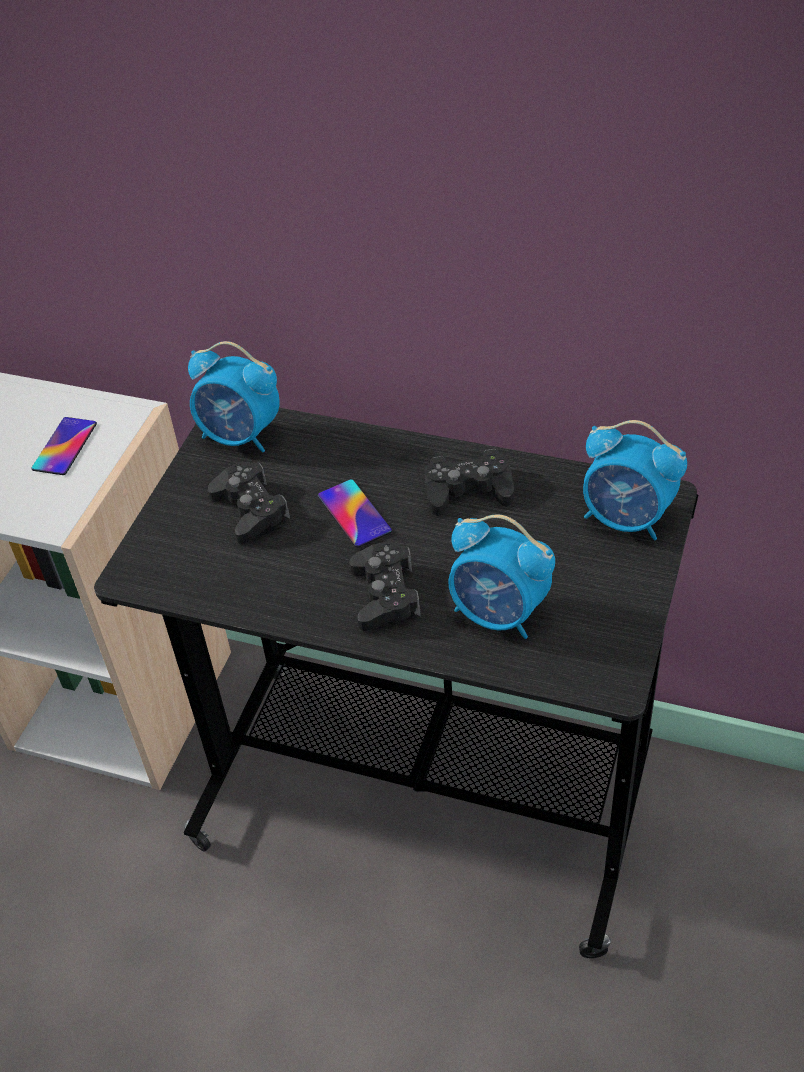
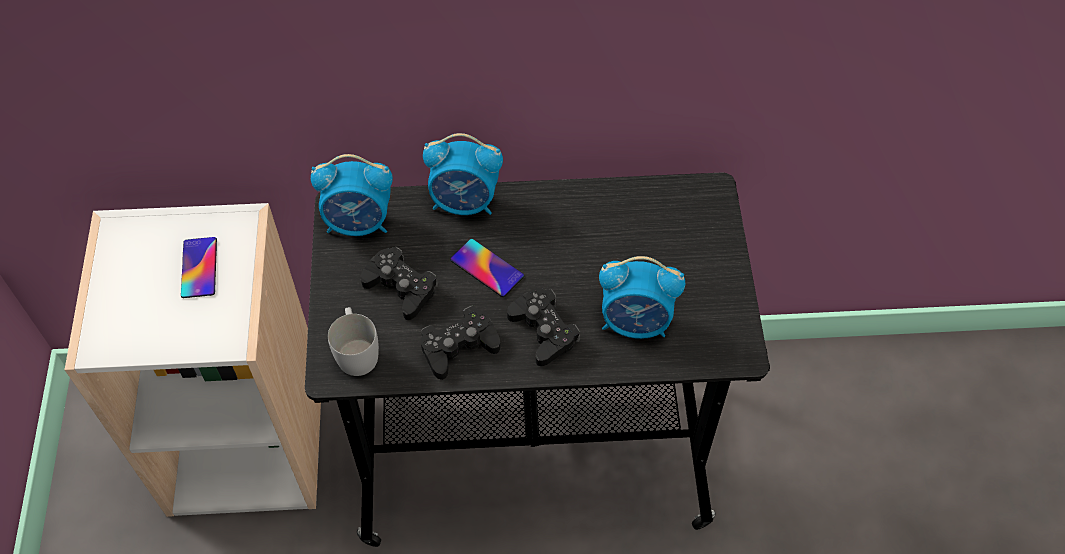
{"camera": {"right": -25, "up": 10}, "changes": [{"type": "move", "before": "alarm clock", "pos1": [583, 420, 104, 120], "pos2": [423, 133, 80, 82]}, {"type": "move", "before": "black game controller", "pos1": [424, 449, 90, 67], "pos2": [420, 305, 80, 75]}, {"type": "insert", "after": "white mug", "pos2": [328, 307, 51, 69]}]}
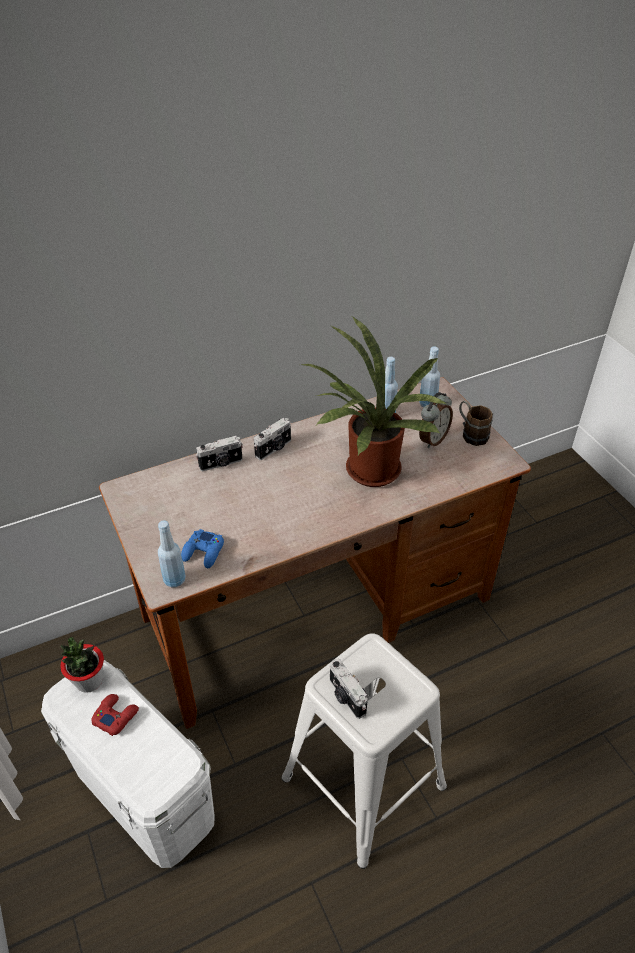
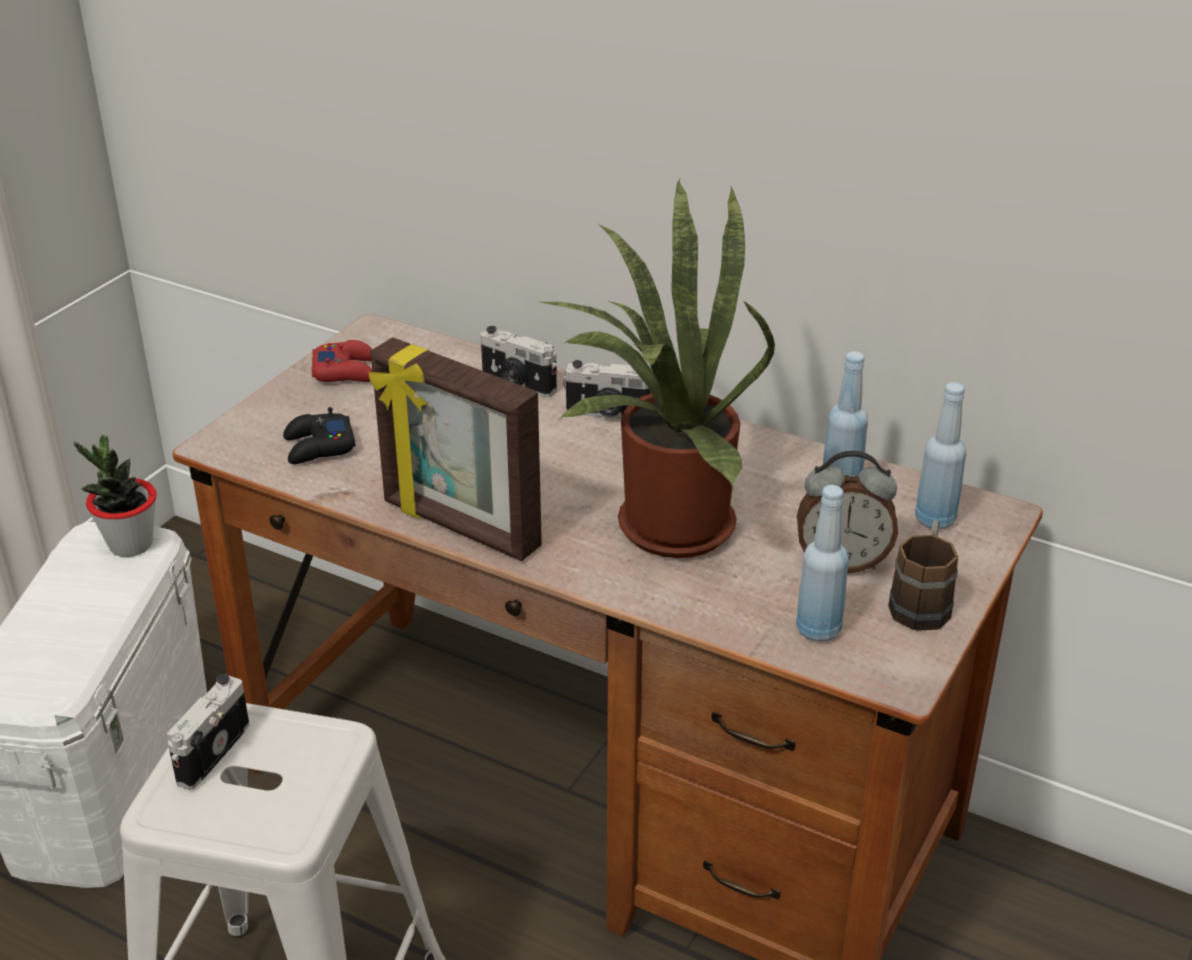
{"camera": {"right": 55, "up": -10}, "changes": [{"type": "move", "before": "blue bottle", "pos1": [158, 520, 28, 68], "pos2": [796, 485, 53, 157]}, {"type": "recolor", "before": "blue game controller", "after": "black game controller", "pos1": [181, 529, 43, 39], "pos2": [283, 407, 73, 57]}, {"type": "move", "before": "red game controller", "pos1": [91, 694, 48, 42], "pos2": [312, 340, 60, 42]}, {"type": "insert", "after": "picture frame", "pos2": [369, 337, 173, 224]}]}
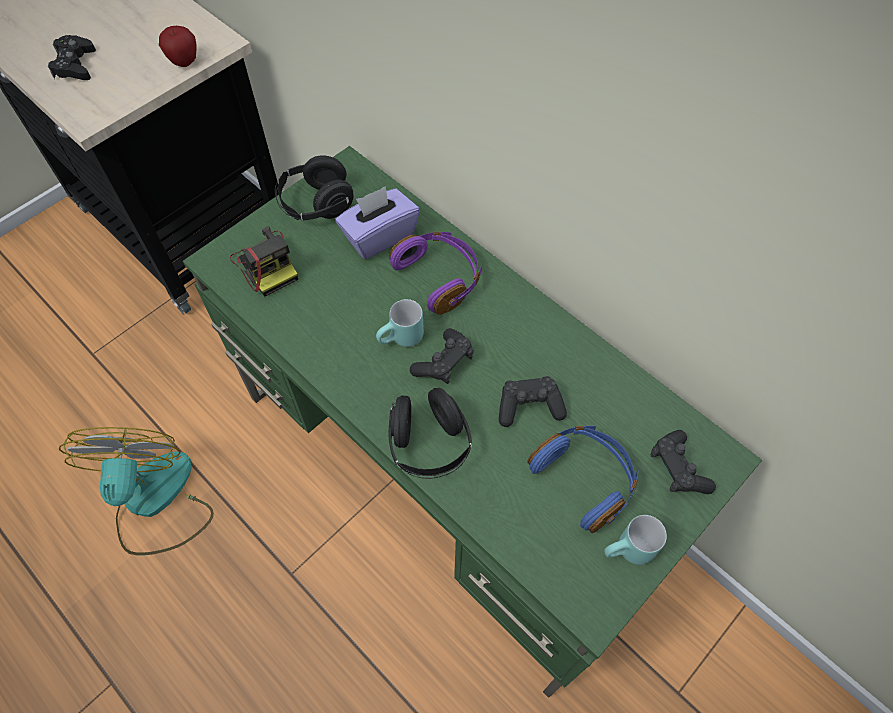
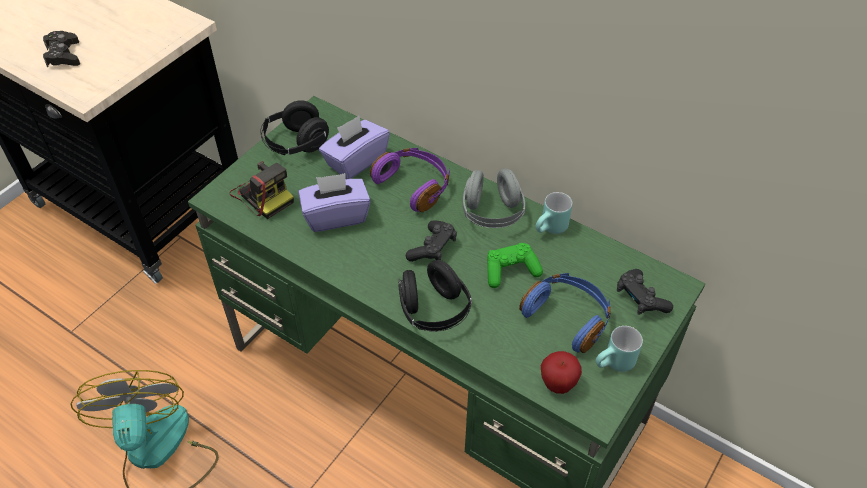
{"camera": {"right": -10, "up": -10}, "changes": [{"type": "move", "before": "apple", "pos1": [159, 26, 38, 41], "pos2": [541, 351, 41, 43]}, {"type": "move", "before": "turquoise mug", "pos1": [376, 299, 48, 48], "pos2": [536, 192, 36, 42]}, {"type": "recolor", "before": "black game controller", "after": "green game controller", "pos1": [499, 376, 68, 51], "pos2": [487, 243, 56, 45]}, {"type": "insert", "after": "grey headphones", "pos2": [463, 169, 62, 59]}, {"type": "insert", "after": "purple tissue box", "pos2": [298, 173, 73, 59]}]}
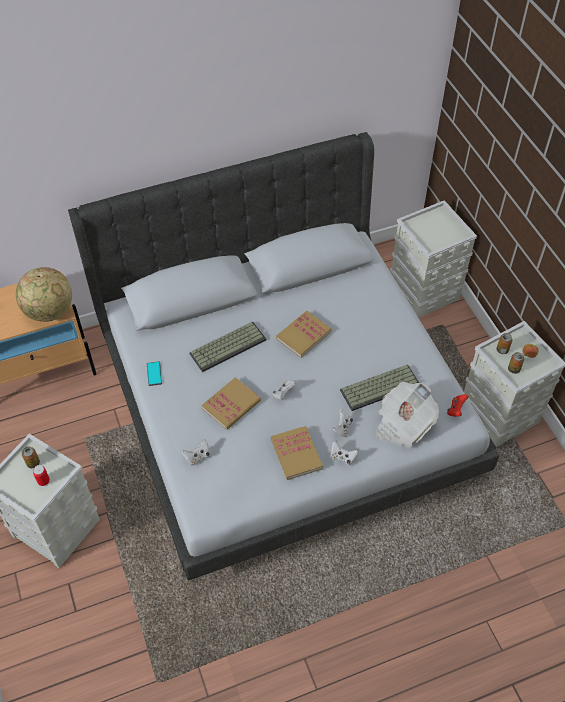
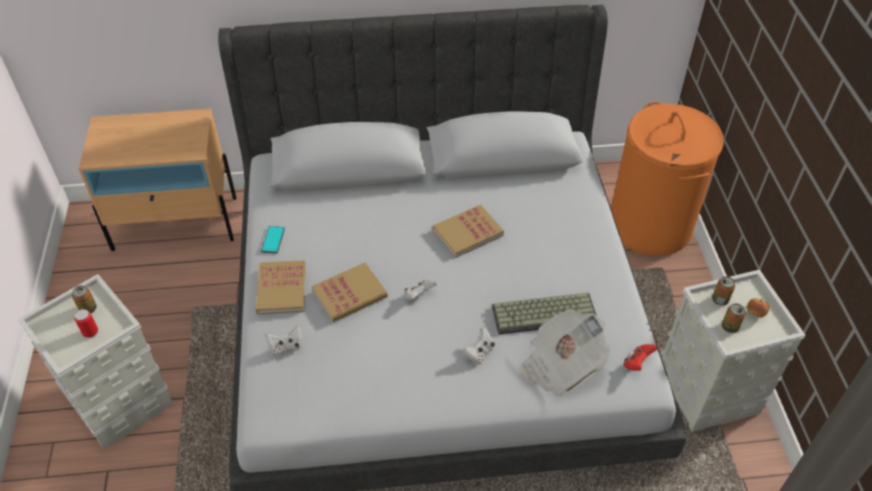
{"camera": {"right": 15, "up": -5}, "changes": [{"type": "replace", "before": "grey storage box", "after": "orange laundry basket", "pos1": [390, 200, 87, 118], "pos2": [611, 101, 113, 155]}, {"type": "delete", "before": "globe", "pos1": [16, 267, 56, 55]}, {"type": "delete", "before": "keyboard", "pos1": [189, 322, 77, 50]}, {"type": "move", "before": "book", "pos1": [271, 426, 52, 54], "pos2": [256, 260, 50, 55]}, {"type": "delete", "before": "white game controller", "pos1": [331, 440, 28, 25]}]}
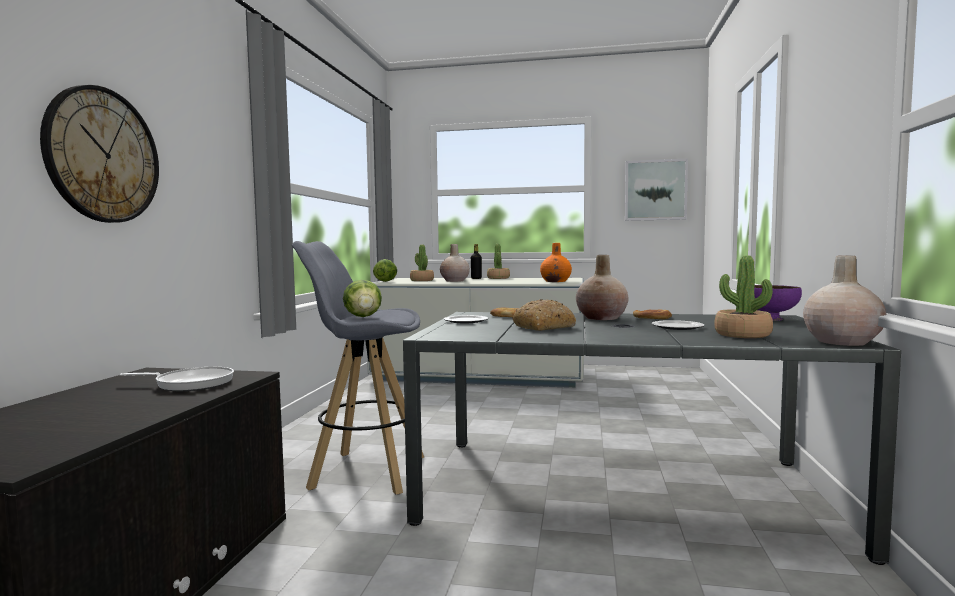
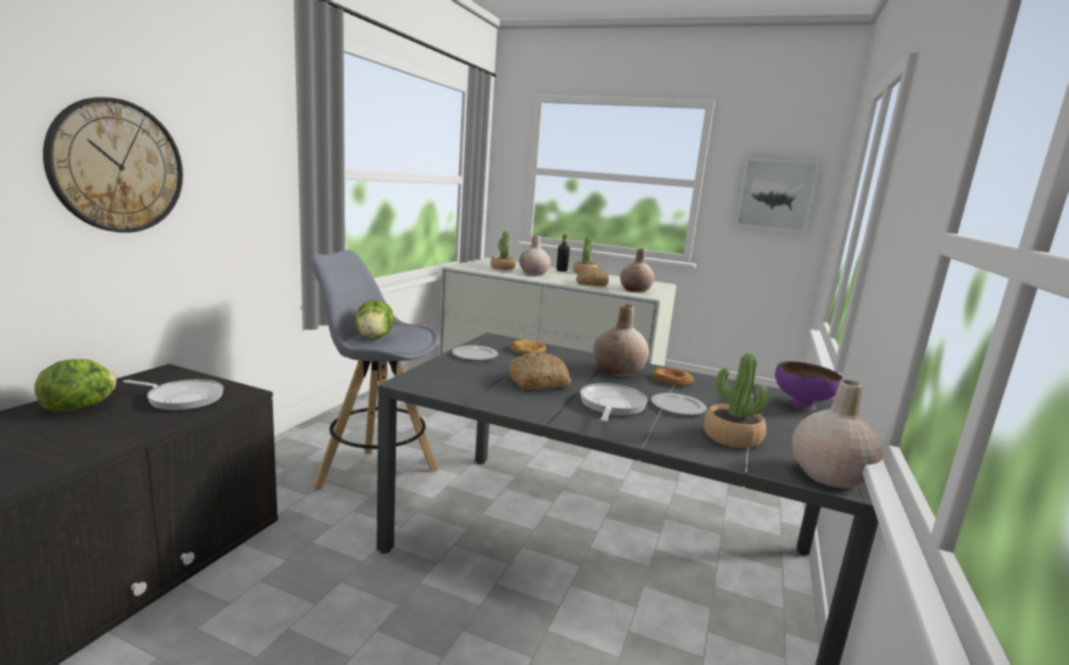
{"camera": {"right": 10, "up": 10}, "changes": [{"type": "recolor", "before": "orange vase", "after": "beige vase", "pos1": [540, 243, 32, 39], "pos2": [620, 248, 34, 44]}, {"type": "move", "before": "lettuce", "pos1": [373, 259, 24, 23], "pos2": [34, 359, 83, 53]}, {"type": "insert", "after": "bread", "pos2": [576, 268, 33, 18]}, {"type": "insert", "after": "frying pan", "pos2": [580, 383, 67, 39]}]}
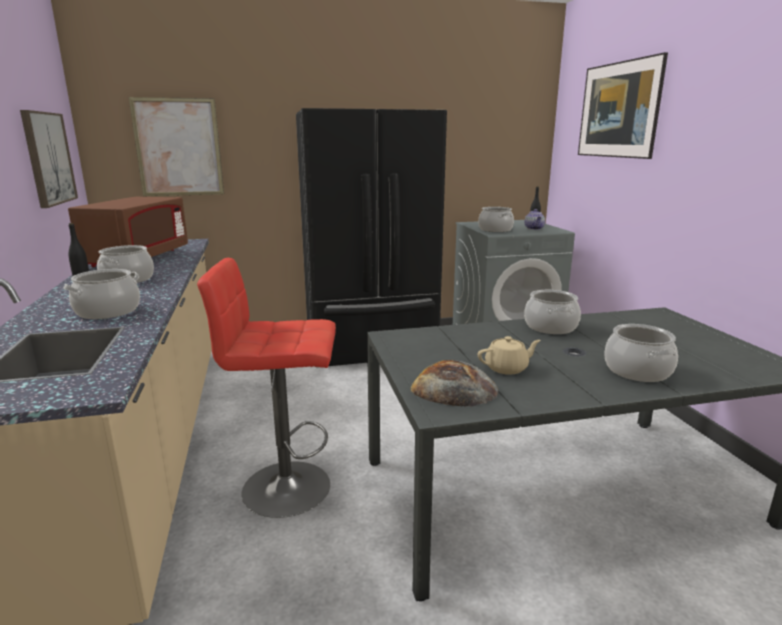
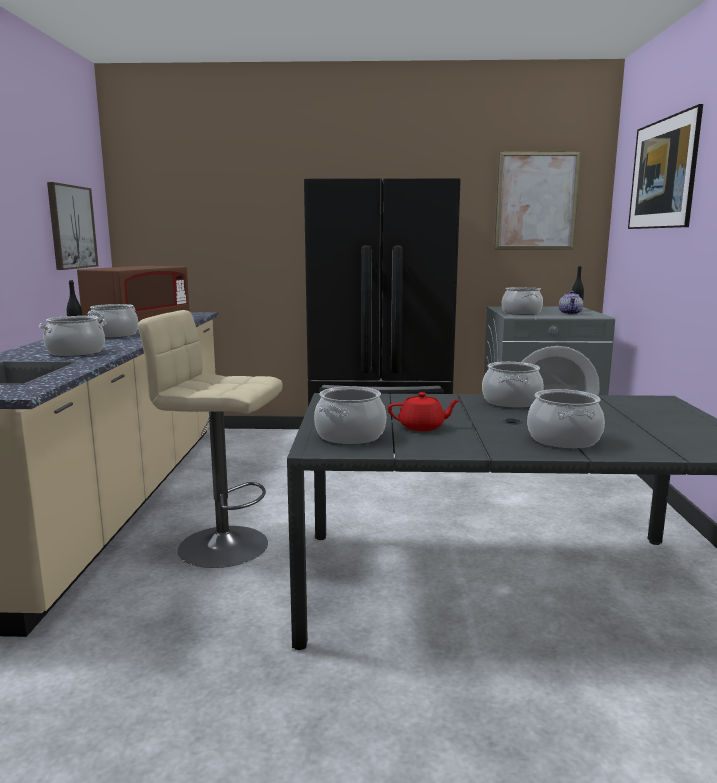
{"camera": {"right": 15, "up": -5}, "changes": [{"type": "move", "before": "picture", "pos1": [129, 97, 95, 99], "pos2": [495, 151, 86, 98]}, {"type": "recolor", "before": "red stool", "after": "beige stool", "pos1": [197, 258, 139, 260], "pos2": [137, 310, 146, 258]}, {"type": "recolor", "before": "beige teapot", "after": "red teapot", "pos1": [478, 336, 63, 39], "pos2": [388, 392, 72, 39]}, {"type": "replace", "before": "bread", "after": "cooking pot", "pos1": [411, 360, 88, 47], "pos2": [314, 386, 72, 58]}]}
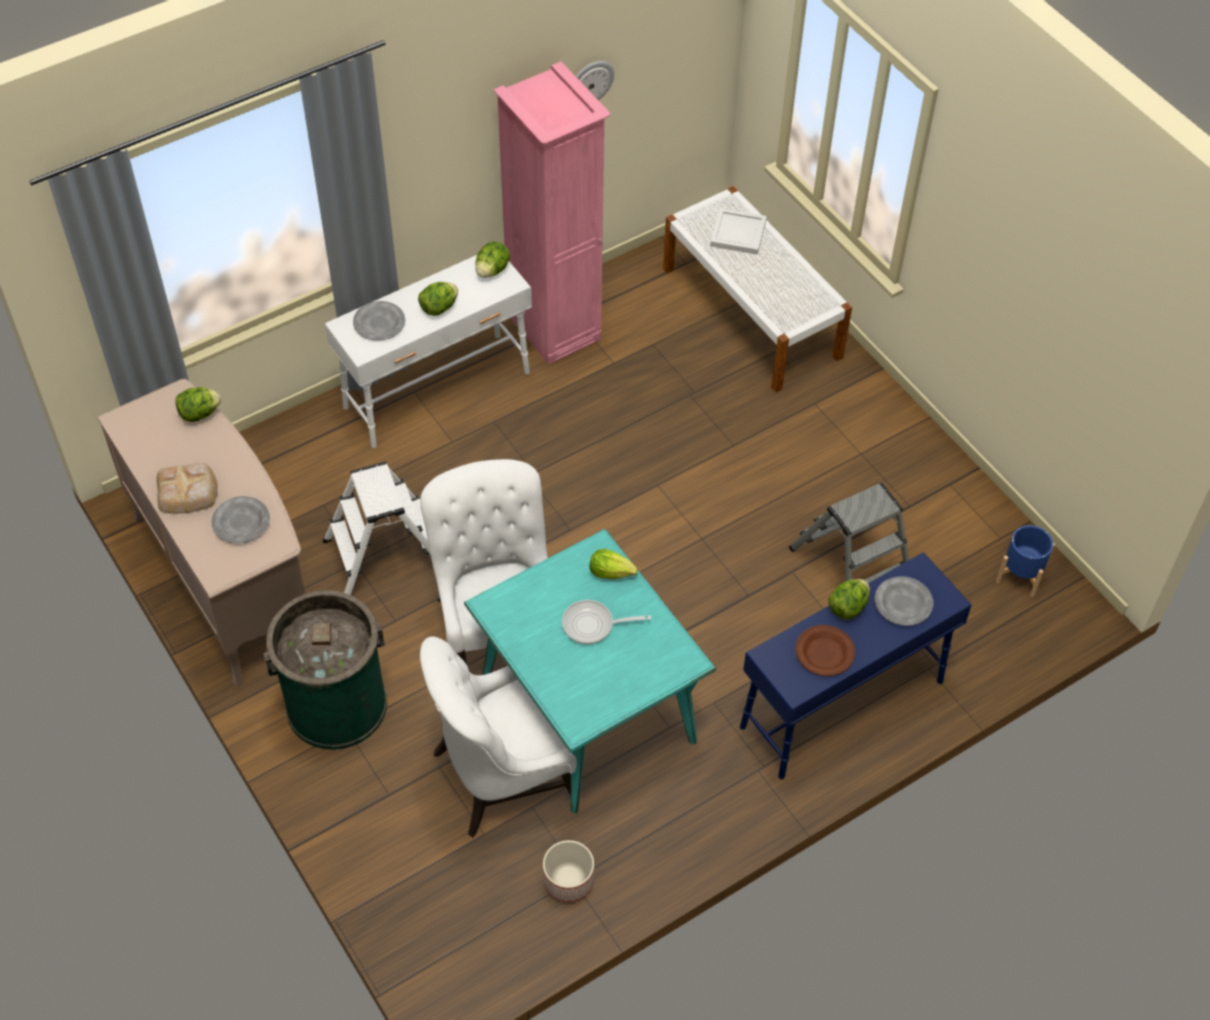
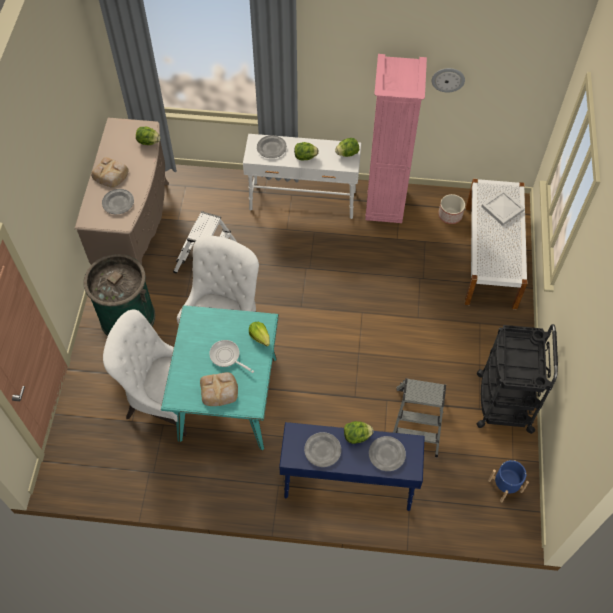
{"camera": {"right": 40, "up": 5}, "changes": [{"type": "recolor", "before": "brown plate", "after": "grey plate", "pos1": [796, 625, 59, 51], "pos2": [304, 432, 37, 35]}, {"type": "move", "before": "planter", "pos1": [543, 840, 51, 63], "pos2": [438, 194, 27, 30]}, {"type": "insert", "after": "black cart", "pos2": [476, 324, 82, 110]}, {"type": "insert", "after": "bread", "pos2": [200, 372, 38, 34]}]}
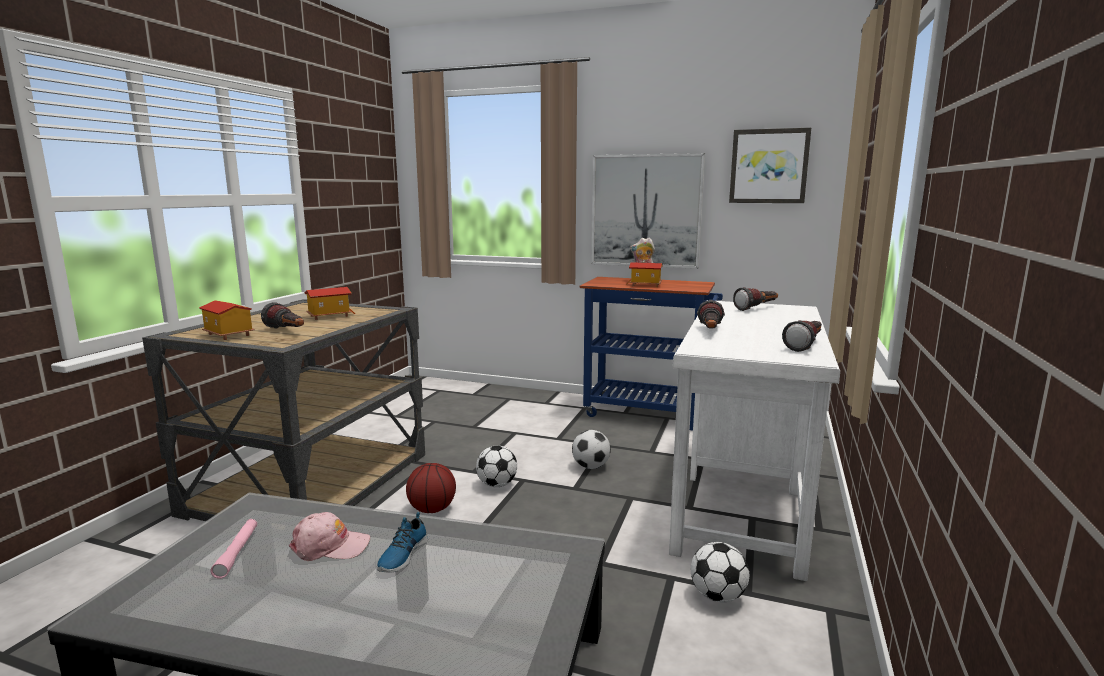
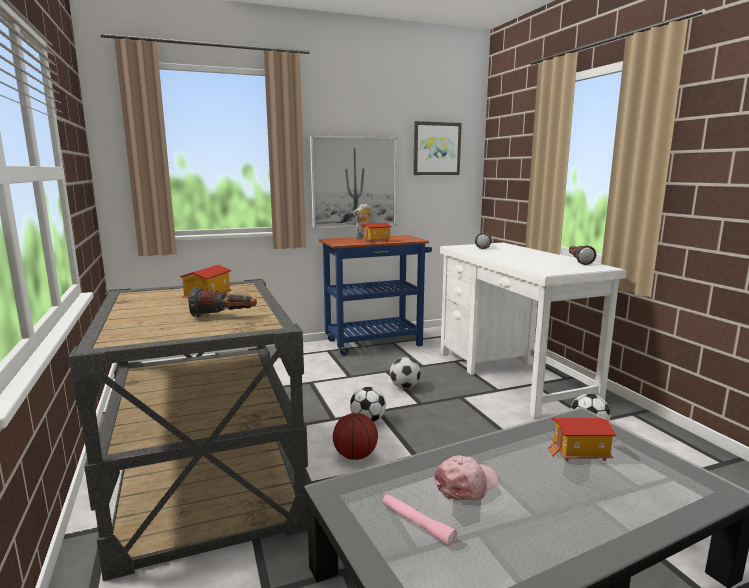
{"camera": {"right": -40, "up": 0}, "changes": [{"type": "move", "before": "toy house", "pos1": [199, 300, 56, 40], "pos2": [548, 417, 68, 44]}, {"type": "delete", "before": "flashlight", "pos1": [697, 300, 28, 29]}, {"type": "delete", "before": "shoe", "pos1": [377, 512, 51, 61]}]}
